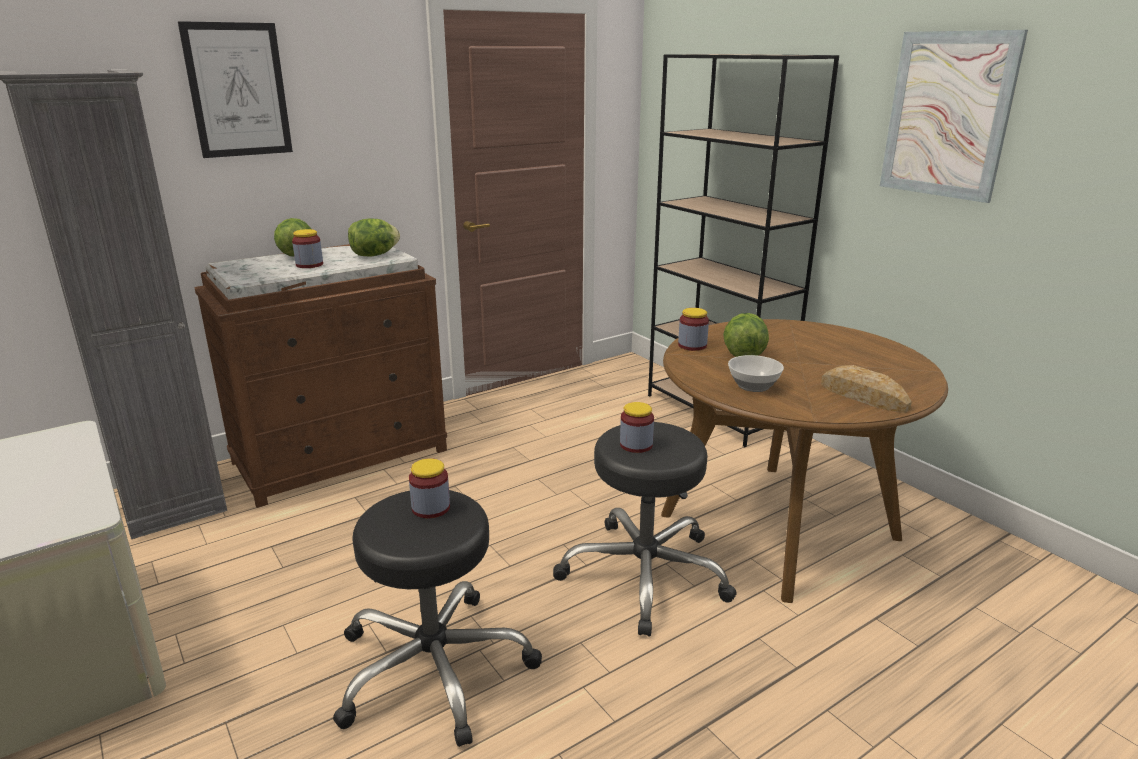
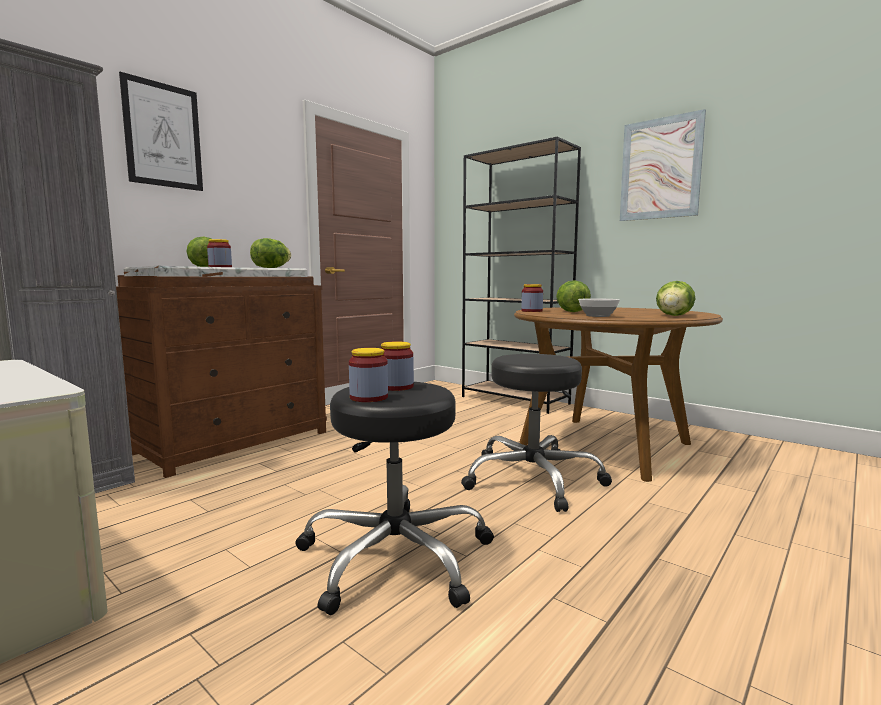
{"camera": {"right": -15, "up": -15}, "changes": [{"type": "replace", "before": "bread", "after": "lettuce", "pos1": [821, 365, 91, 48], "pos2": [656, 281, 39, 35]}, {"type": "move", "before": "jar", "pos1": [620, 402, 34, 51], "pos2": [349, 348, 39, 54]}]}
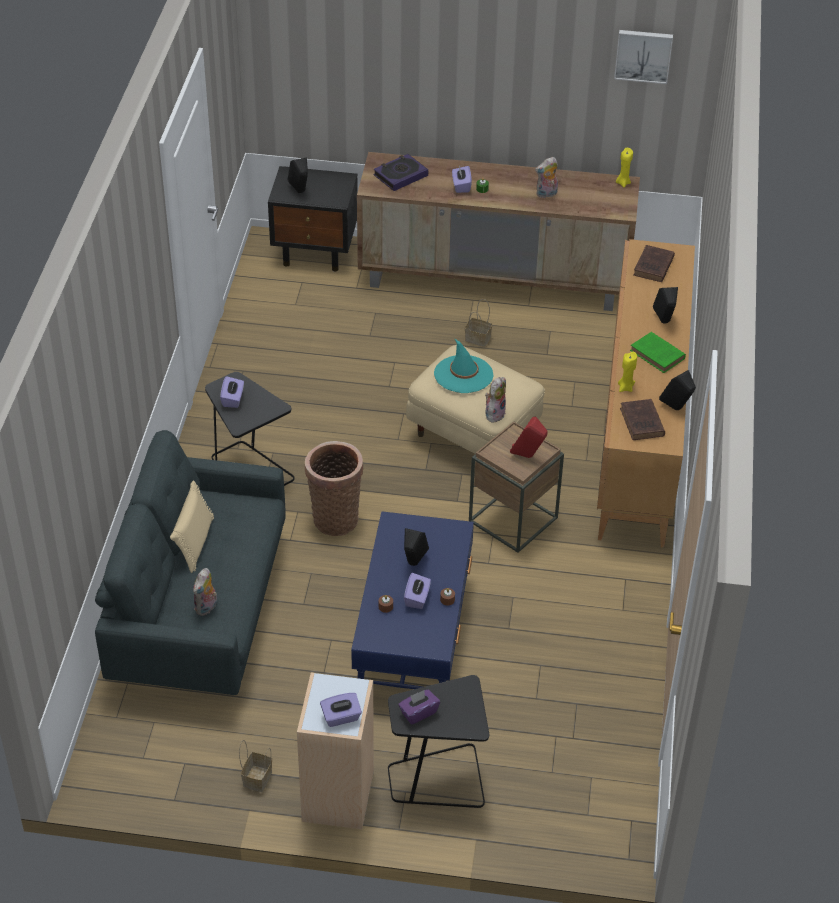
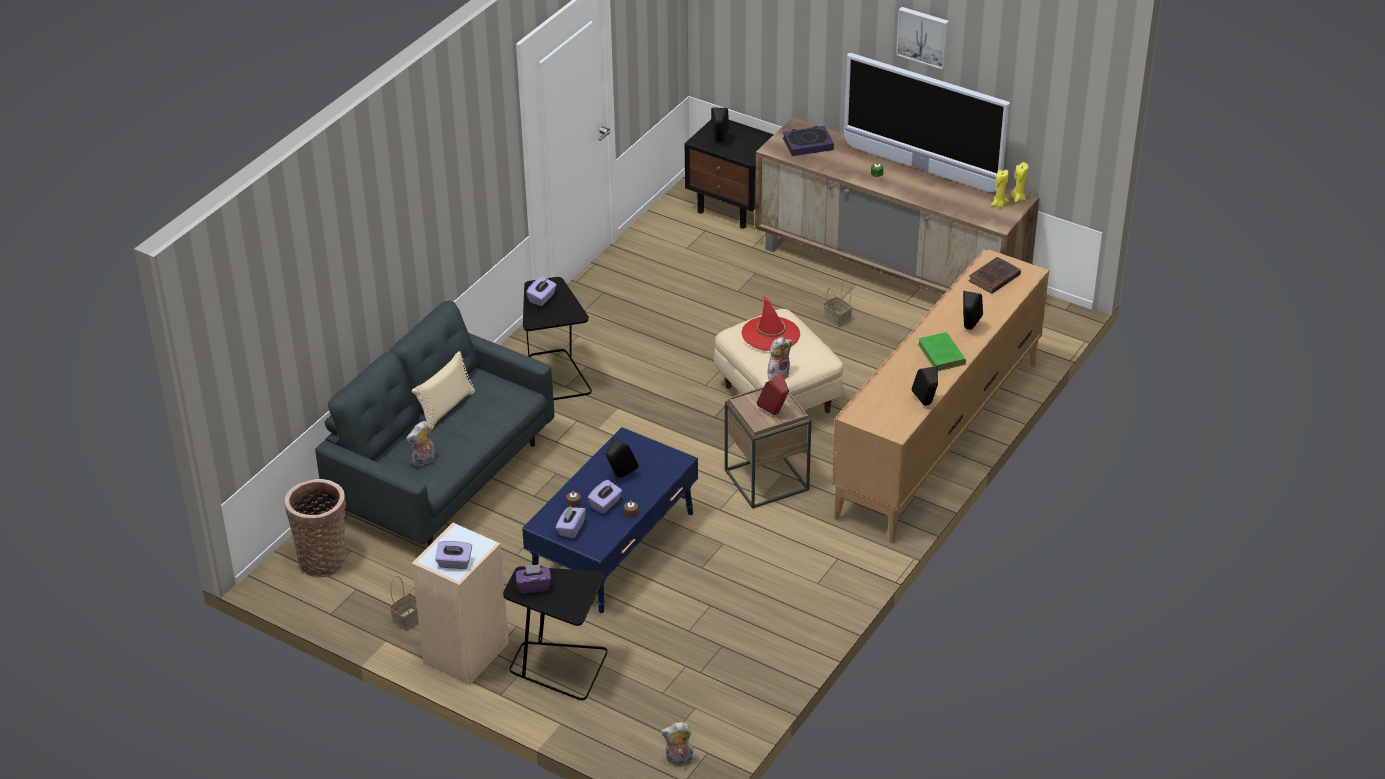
{"camera": {"right": 25, "up": -5}, "changes": [{"type": "move", "before": "picture", "pos1": [614, 30, 59, 54], "pos2": [896, 7, 53, 63]}, {"type": "move", "before": "plush toy", "pos1": [535, 157, 23, 41], "pos2": [660, 722, 36, 43]}, {"type": "move", "before": "purple tissue box", "pos1": [452, 166, 20, 27], "pos2": [556, 506, 30, 33]}, {"type": "recolor", "before": "turquoise hat", "after": "red hat", "pos1": [434, 339, 59, 54], "pos2": [742, 295, 58, 56]}, {"type": "move", "before": "yellow candle", "pos1": [618, 352, 19, 40], "pos2": [991, 170, 18, 39]}, {"type": "delete", "before": "brown book", "pos1": [620, 399, 45, 41]}, {"type": "move", "before": "basket", "pos1": [305, 441, 58, 95], "pos2": [285, 479, 61, 99]}, {"type": "insert", "after": "television", "pos2": [844, 53, 166, 139]}]}
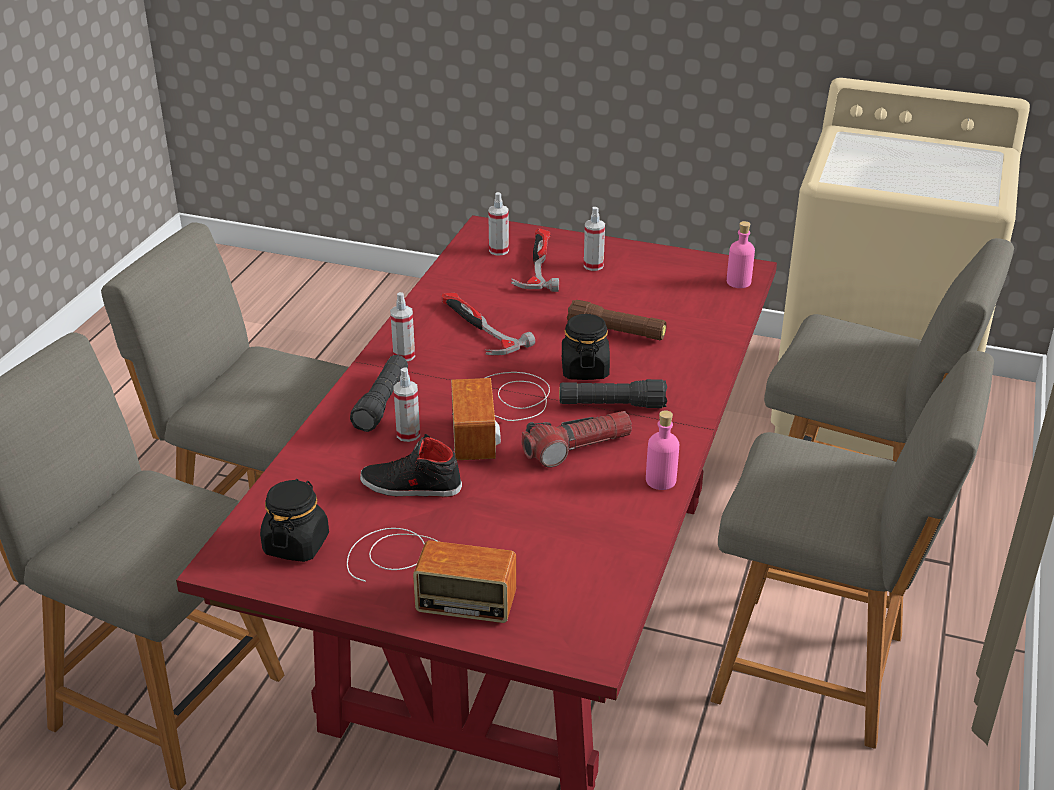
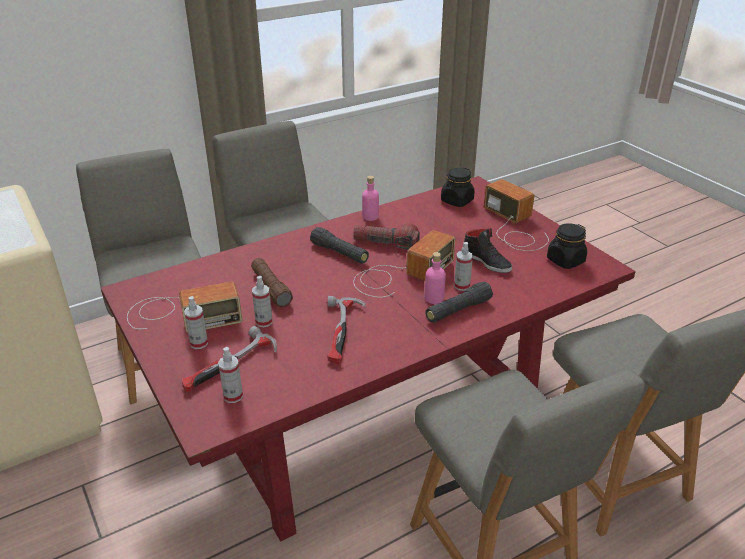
{"camera": {"right": -140, "up": 0}, "changes": [{"type": "move", "before": "pink bottle", "pos1": [727, 221, 28, 67], "pos2": [424, 252, 22, 52]}, {"type": "move", "before": "spray bottle", "pos1": [390, 292, 25, 69], "pos2": [252, 276, 20, 51]}, {"type": "move", "before": "black jar", "pos1": [562, 314, 48, 66], "pos2": [441, 168, 34, 39]}, {"type": "insert", "after": "radio", "pos2": [127, 282, 115, 51]}]}
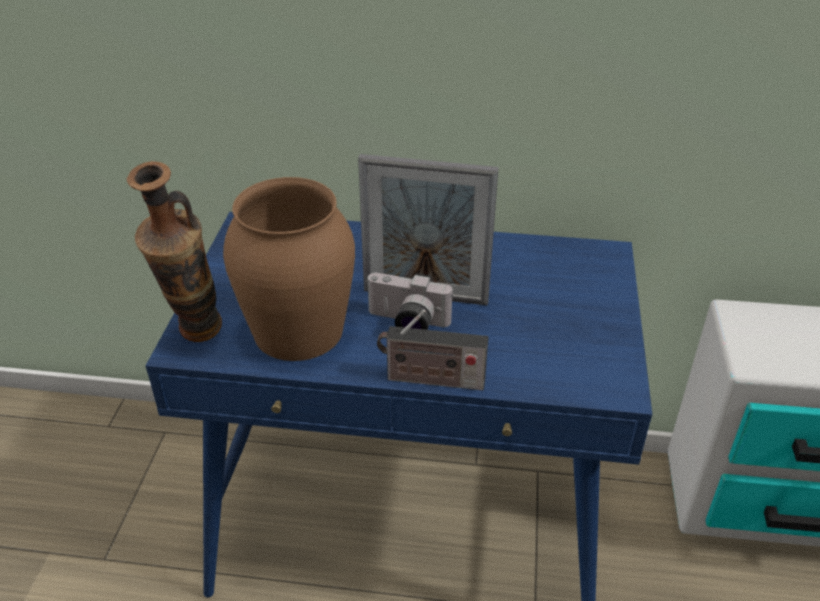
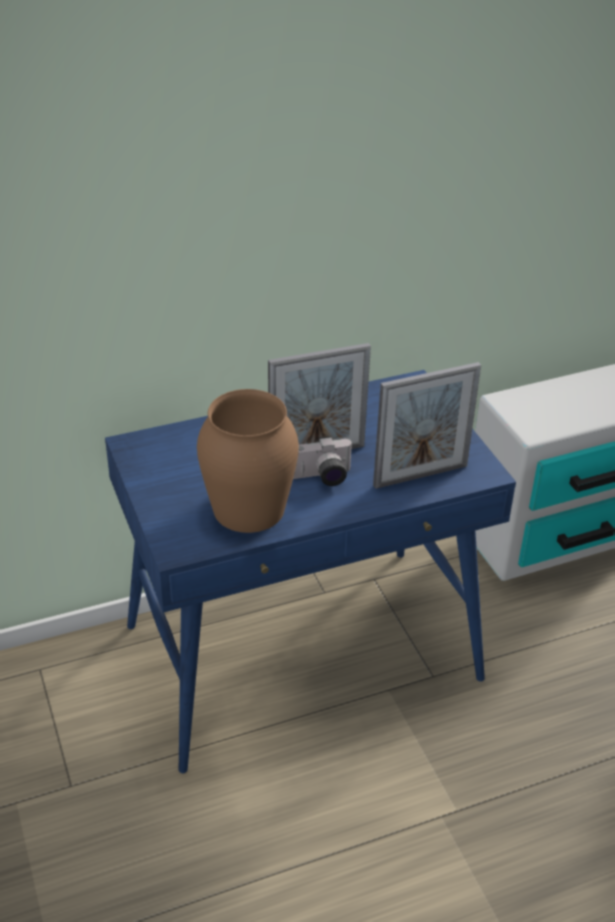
{"camera": {"right": -30, "up": 0}, "changes": [{"type": "delete", "before": "vase", "pos1": [126, 161, 96, 181]}, {"type": "delete", "before": "radio", "pos1": [377, 309, 112, 81]}, {"type": "insert", "after": "picture frame", "pos2": [373, 362, 108, 127]}]}
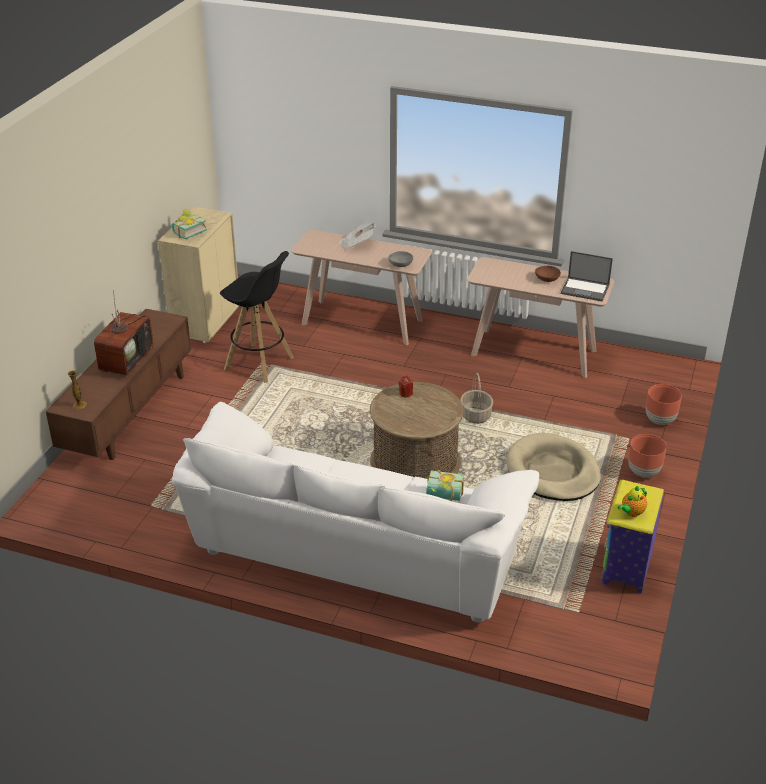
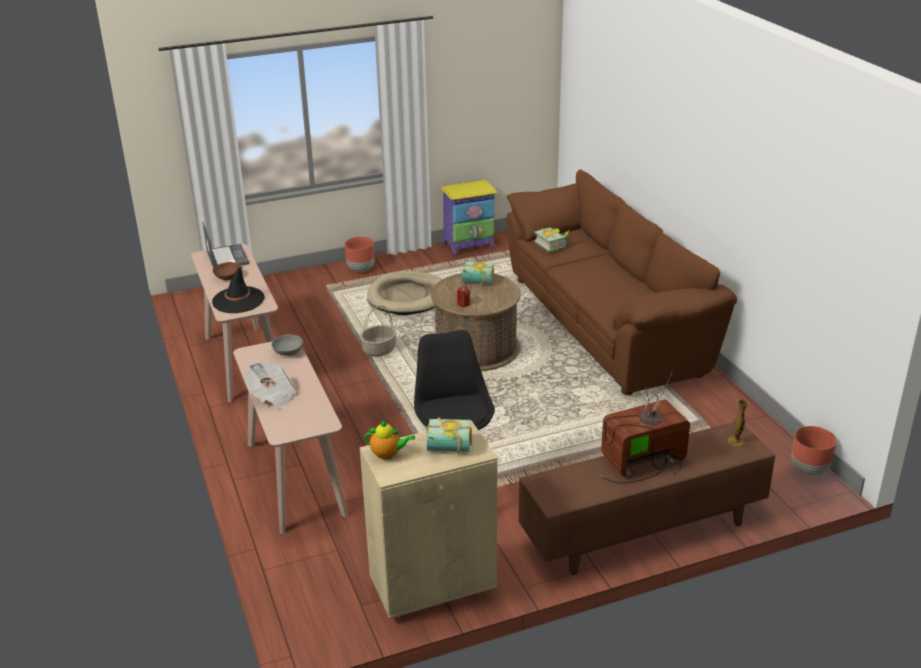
{"camera": {"right": -130, "up": -5}, "changes": [{"type": "move", "before": "brown planter", "pos1": [646, 384, 36, 41], "pos2": [792, 426, 44, 50]}, {"type": "recolor", "before": "white sofa", "after": "brown sofa", "pos1": [172, 402, 367, 221], "pos2": [506, 169, 231, 226]}, {"type": "move", "before": "teapot", "pos1": [617, 486, 30, 31], "pos2": [364, 420, 51, 40]}, {"type": "insert", "after": "book", "pos2": [462, 261, 32, 23]}, {"type": "insert", "after": "black hat", "pos2": [212, 267, 53, 46]}]}
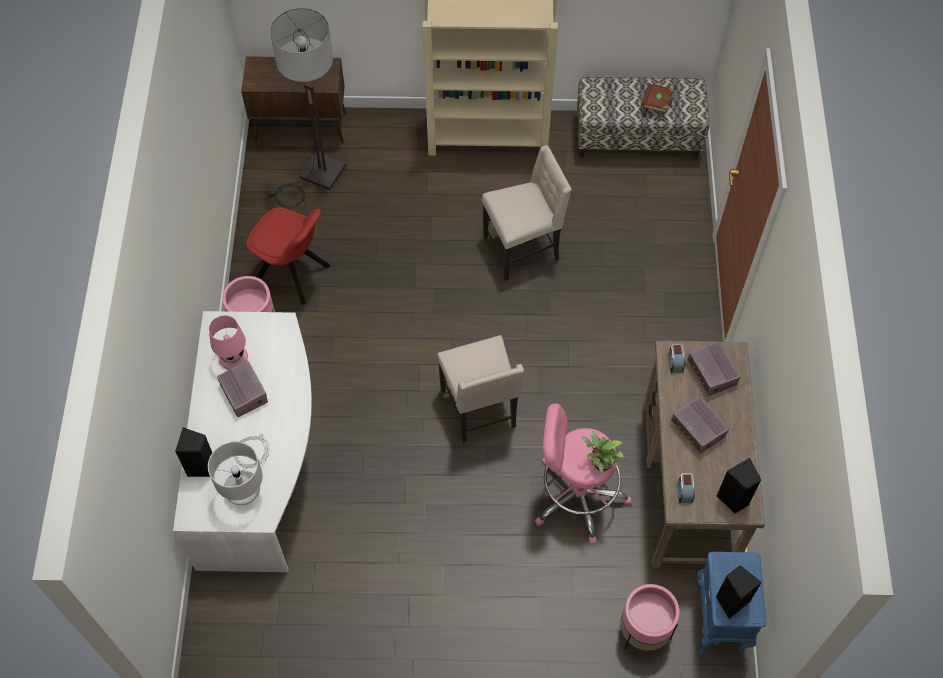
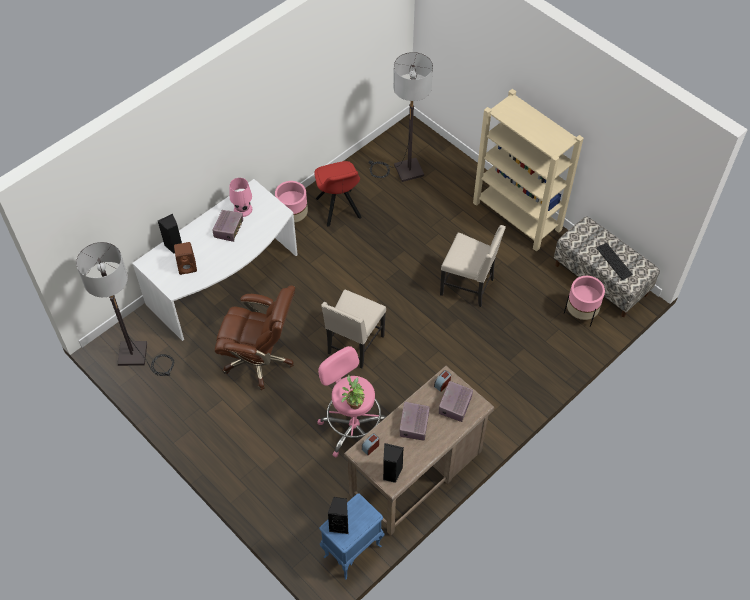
{"camera": {"right": 45, "up": -5}, "changes": [{"type": "delete", "before": "brown cabinet", "pos1": [241, 56, 105, 87]}, {"type": "replace", "before": "brown book", "after": "keyboard", "pos1": [641, 83, 33, 31], "pos2": [596, 243, 37, 37]}, {"type": "replace", "before": "white table lamp", "after": "brown speaker", "pos1": [208, 433, 62, 72], "pos2": [174, 242, 23, 33]}, {"type": "move", "before": "pink planter", "pos1": [620, 584, 60, 67], "pos2": [564, 276, 41, 51]}, {"type": "insert", "after": "floor lamp", "pos2": [76, 242, 98, 134]}, {"type": "insert", "after": "brown office chair", "pos2": [215, 286, 80, 104]}]}
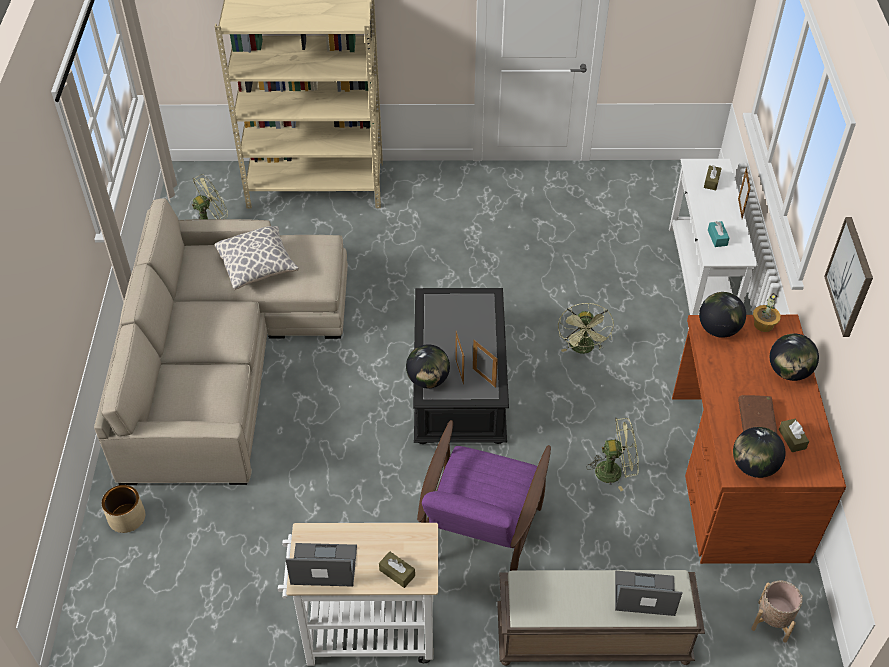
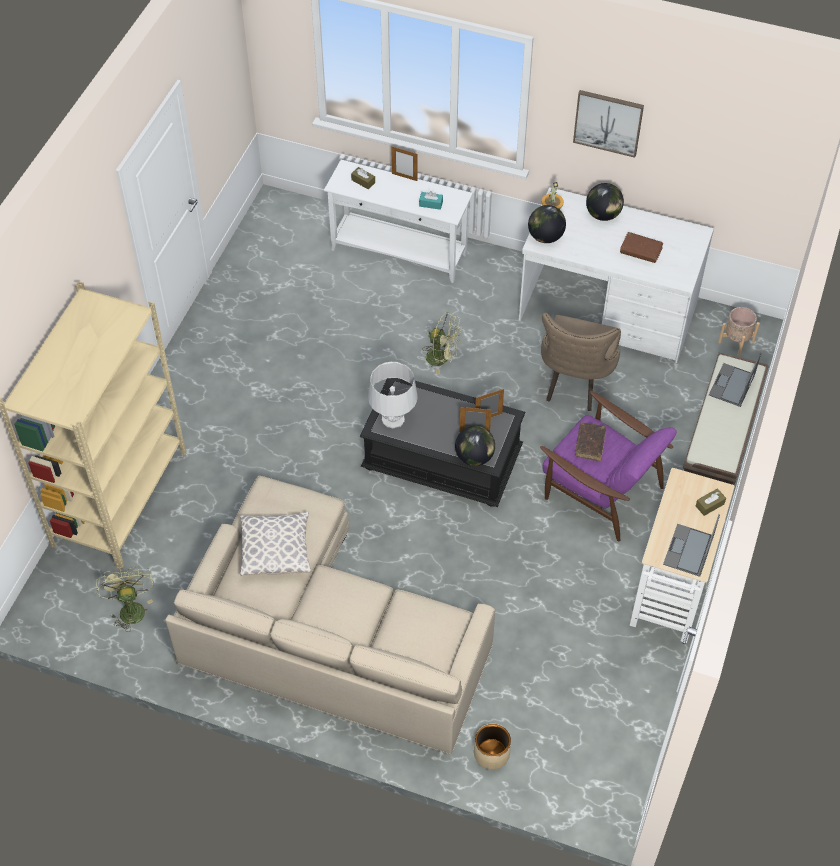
{"camera": {"right": -70, "up": 5}, "changes": [{"type": "recolor", "before": "brown desk", "after": "white desk", "pos1": [672, 315, 174, 249], "pos2": [519, 187, 195, 176]}, {"type": "replace", "before": "green fan", "after": "beige chair", "pos1": [586, 418, 53, 73], "pos2": [541, 313, 80, 98]}, {"type": "delete", "before": "brown tissue box", "pos1": [779, 419, 30, 33]}, {"type": "delete", "before": "globe", "pos1": [733, 427, 52, 51]}, {"type": "insert", "after": "grey table lamp", "pos2": [368, 362, 50, 67]}, {"type": "insert", "after": "brown book", "pos2": [575, 423, 31, 38]}]}
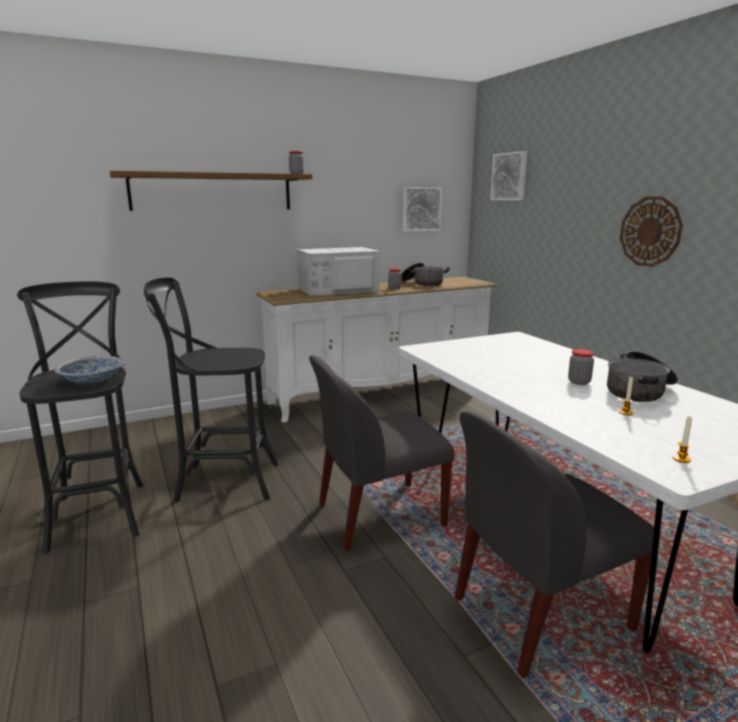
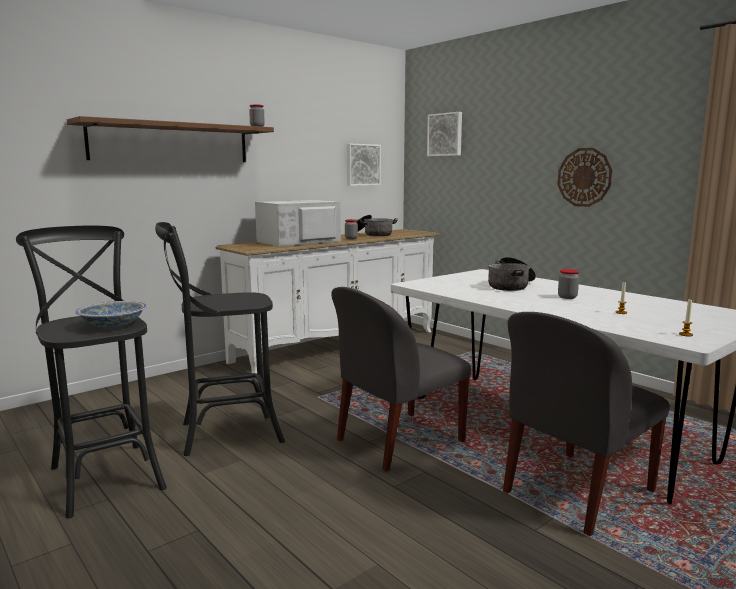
{"camera": {"right": -15, "up": -5}, "changes": [{"type": "move", "before": "cooking pot", "pos1": [607, 351, 71, 51], "pos2": [488, 257, 48, 34]}]}
